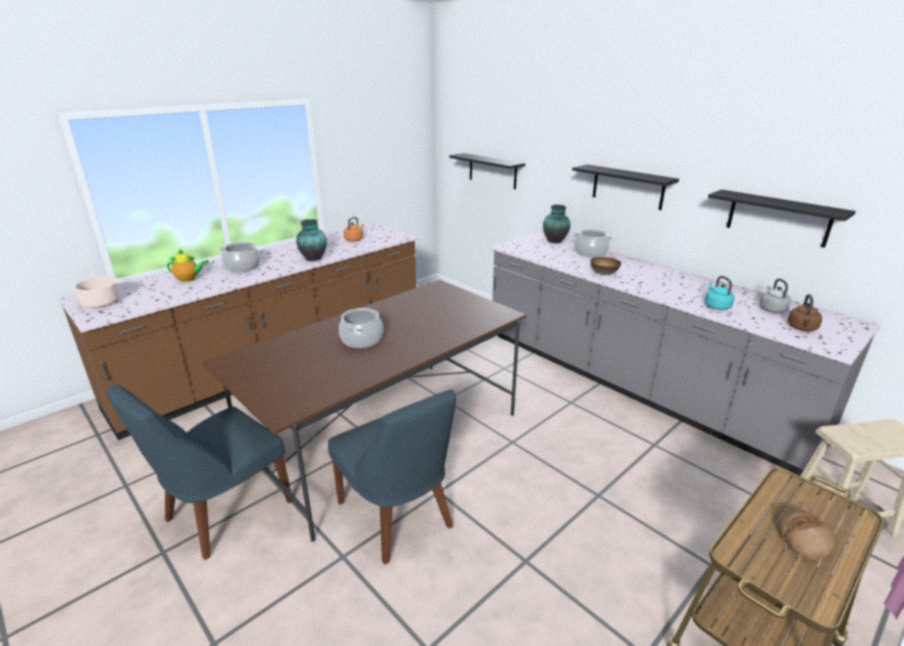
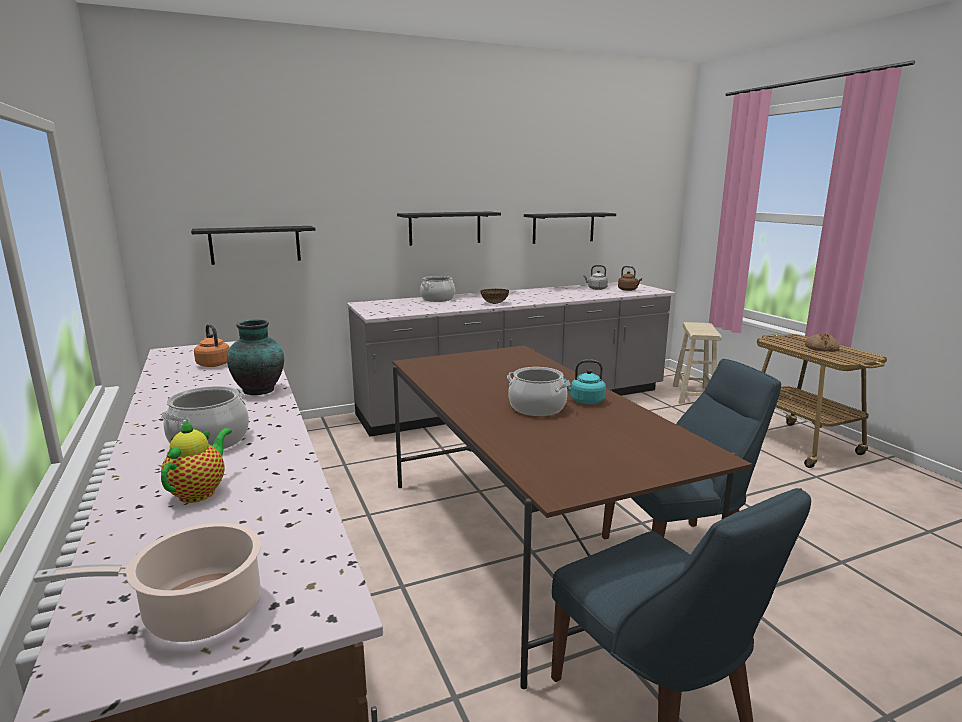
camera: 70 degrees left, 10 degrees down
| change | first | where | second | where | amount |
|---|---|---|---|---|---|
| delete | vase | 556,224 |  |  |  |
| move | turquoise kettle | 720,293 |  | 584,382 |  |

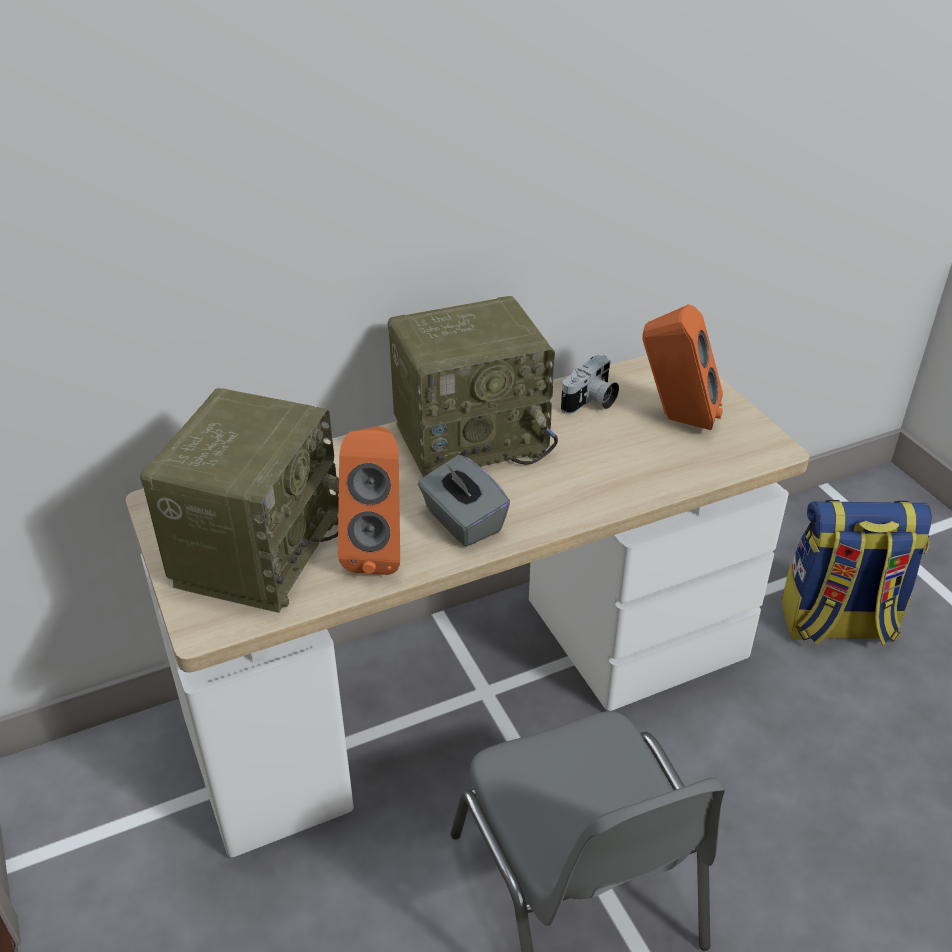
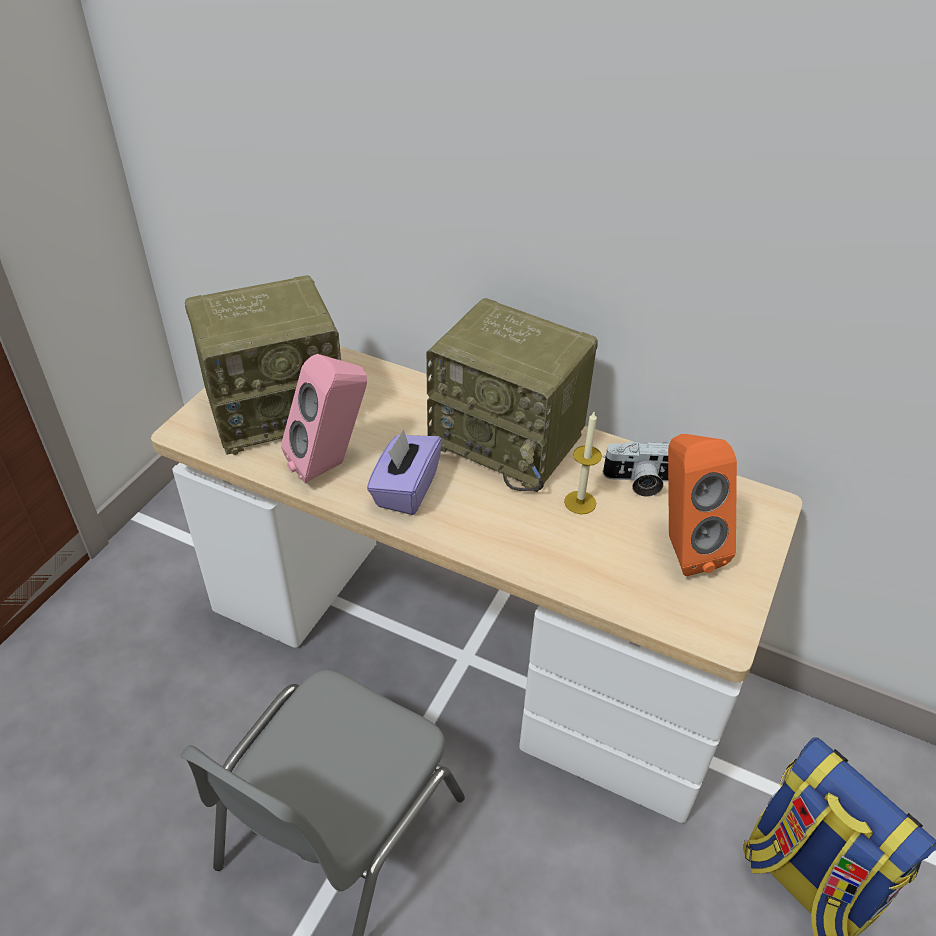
camera: 50 degrees right, 5 degrees up
| change | first | where | second | where | amount |
|---|---|---|---|---|---|
| insert |  |  | candle | 583,463 |  |
| recolor | orange speaker | 369,500 | pink speaker | 324,418 |  |
| recolor | grey tissue box | 464,501 | purple tissue box | 404,472 |  |

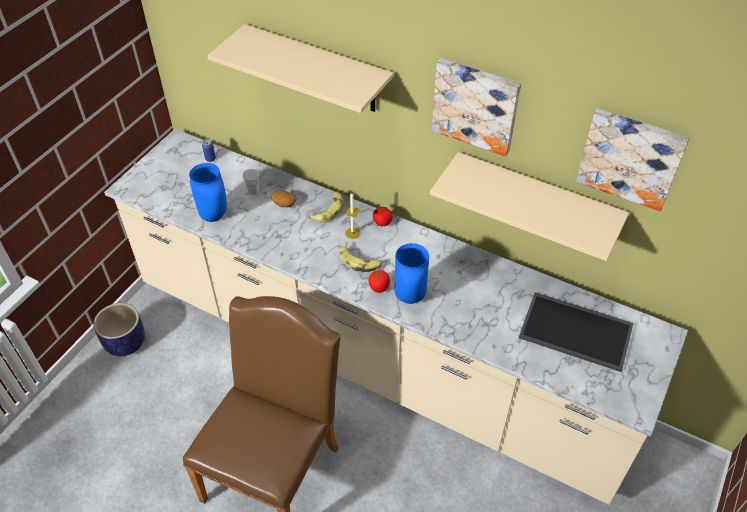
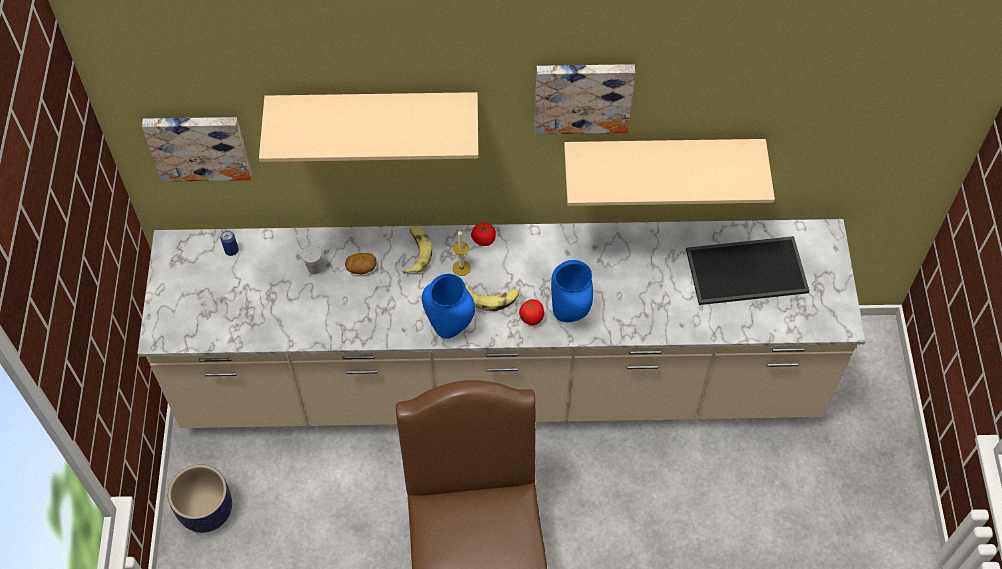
camera: 30 degrees left, 10 degrees up
| change | first | where | second | where | amount |
|---|---|---|---|---|---|
| move | blue vase | 208,192 |  | 448,306 |  |
| move | picture | 633,160 |  | 197,149 |  |

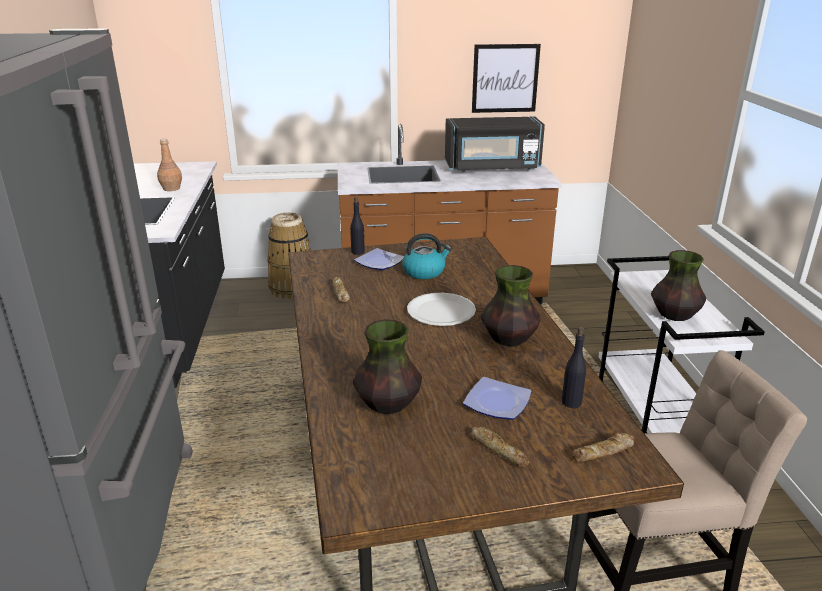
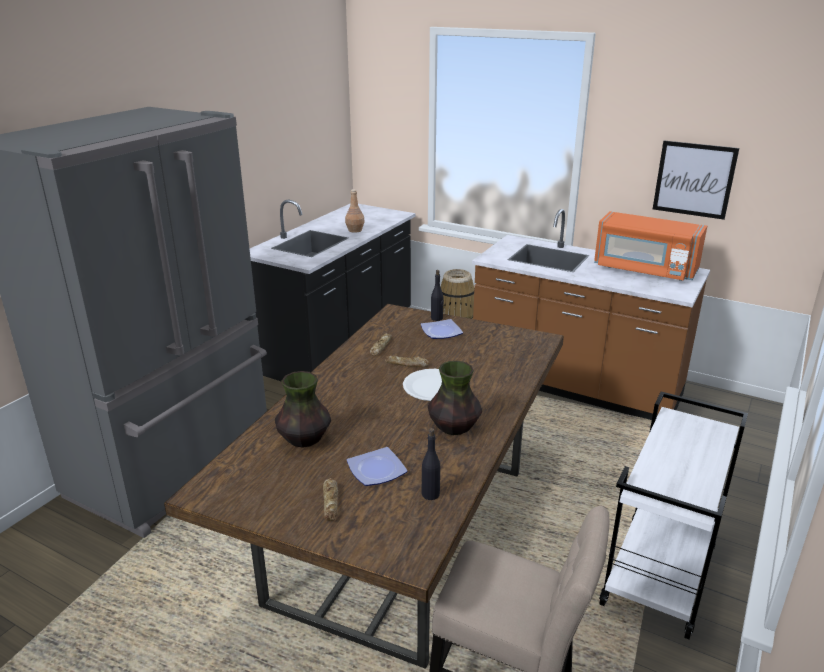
camera: 35 degrees right, 0 degrees up
| change | first | where | second | where | amount |
|---|---|---|---|---|---|
| delete | kettle | 427,256 |  |  |  |
| delete | vase | 678,285 |  |  |  |
| move | bread | 602,447 |  | 407,361 |  |
| recolor | black microwave | 495,144 | orange microwave | 650,246 |  |

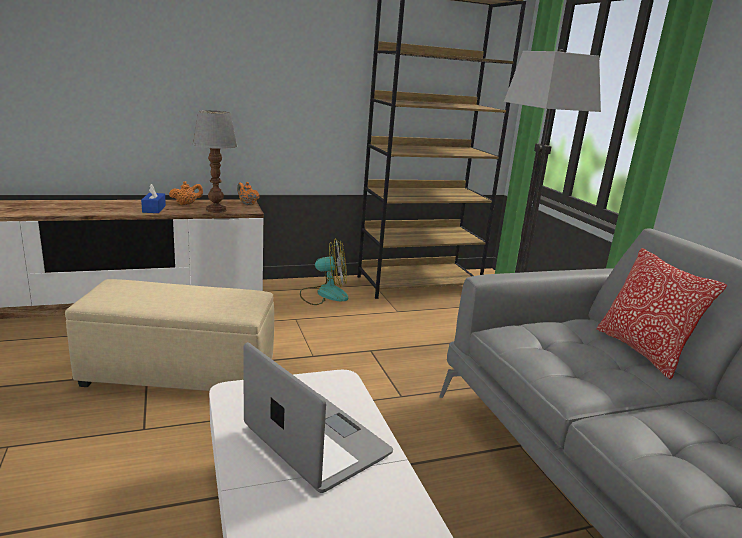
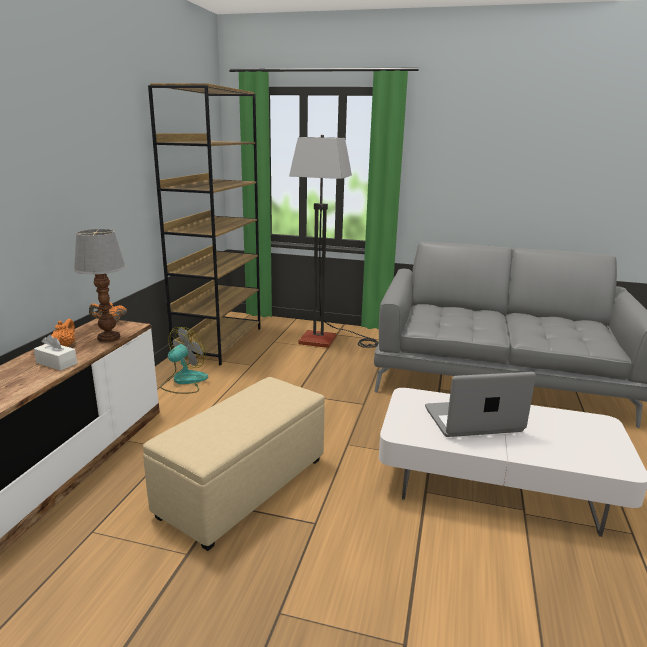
camera: 55 degrees left, 0 degrees up
| change | first | where | second | where | amount |
|---|---|---|---|---|---|
| delete | pillow | 661,313 |  |  |  |
| recolor | blue tissue box | 153,198 | white tissue box | 55,353 |  |

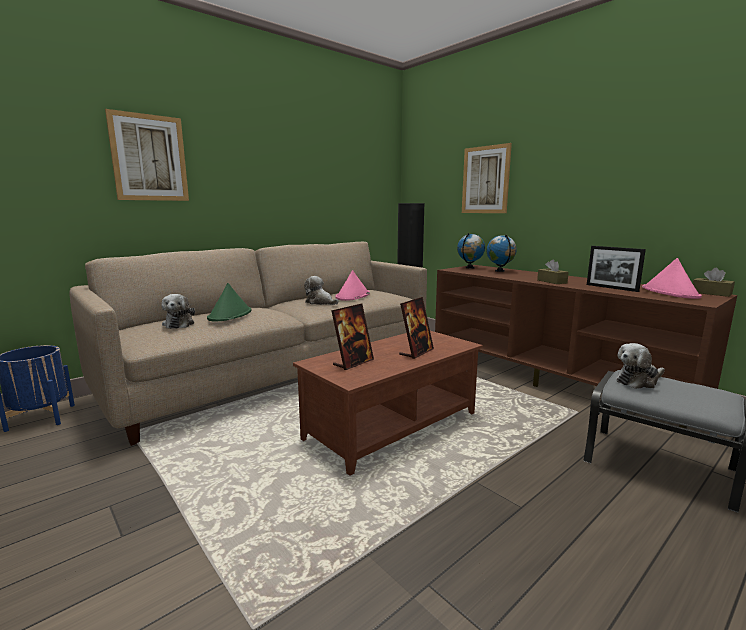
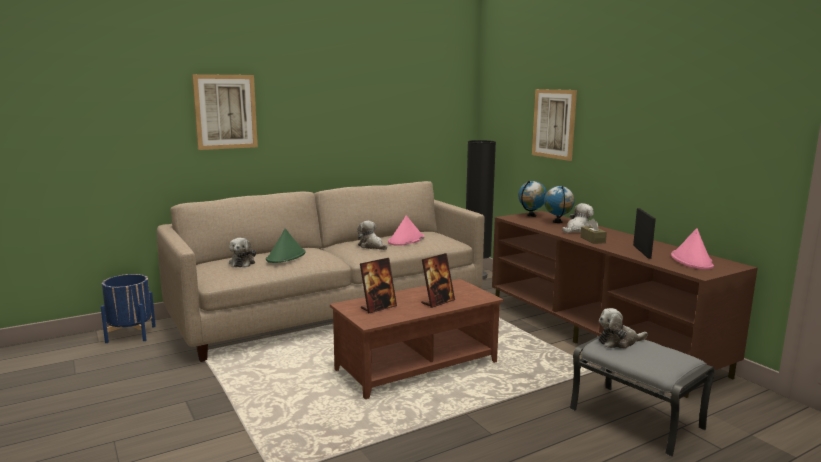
camera: 10 degrees right, 0 degrees up
| change | first | where | second | where | amount |
|---|---|---|---|---|---|
| delete | brown tissue box | 714,282 |  |  |  |
| insert |  |  | plush toy | 578,218 |  |
| rotate | picture frame | 616,269 |  | 644,233 | 150 degrees counterclockwise |

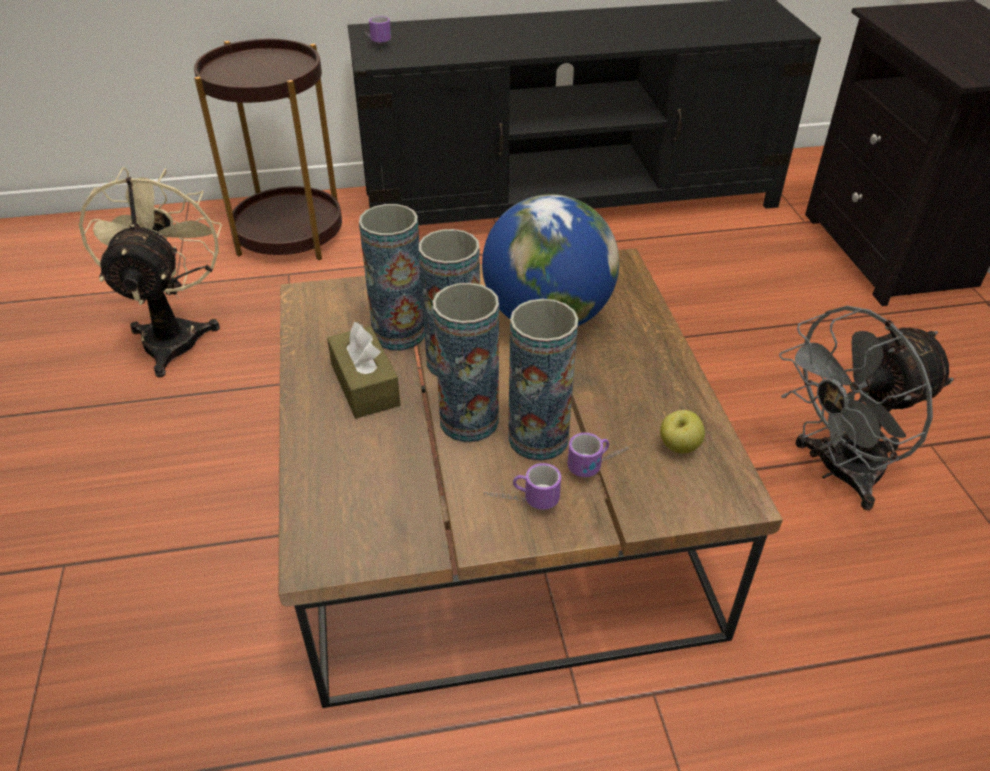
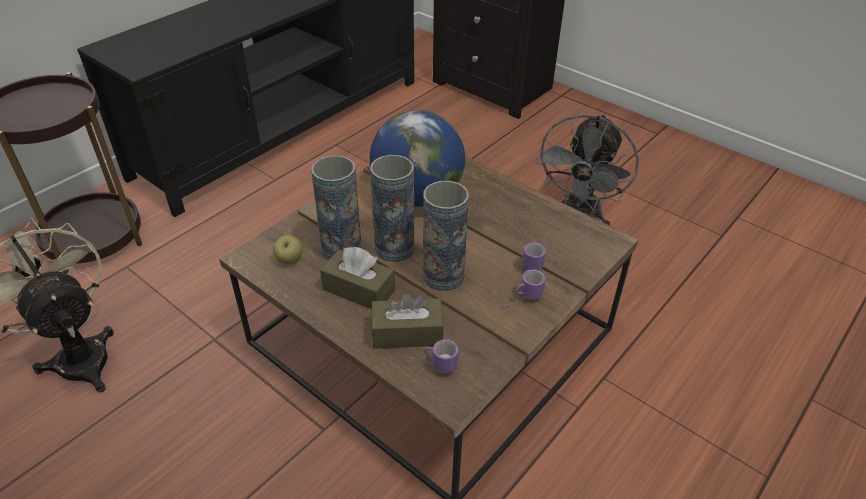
camera: 40 degrees left, 0 degrees up
| change | first | where | second | where | amount |
|---|---|---|---|---|---|
| delete | vase | 543,380 |  |  |  |
| insert |  |  | brown tissue box | 407,321 |  |
| move | mug | 378,30 |  | 431,356 |  |
| move | apple | 682,431 |  | 288,249 |  |

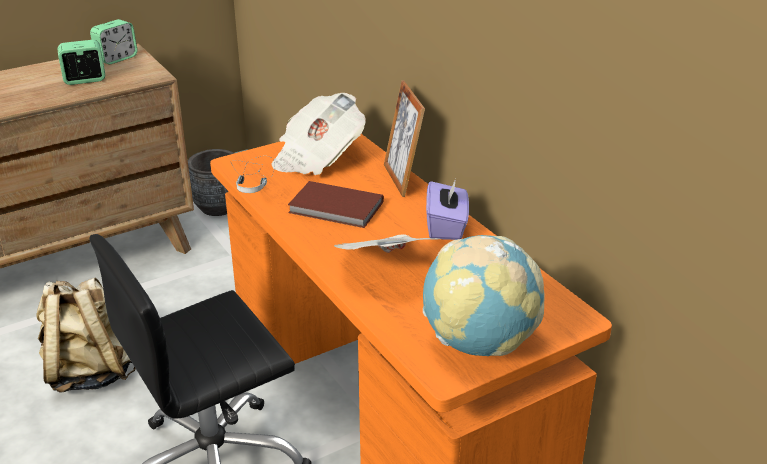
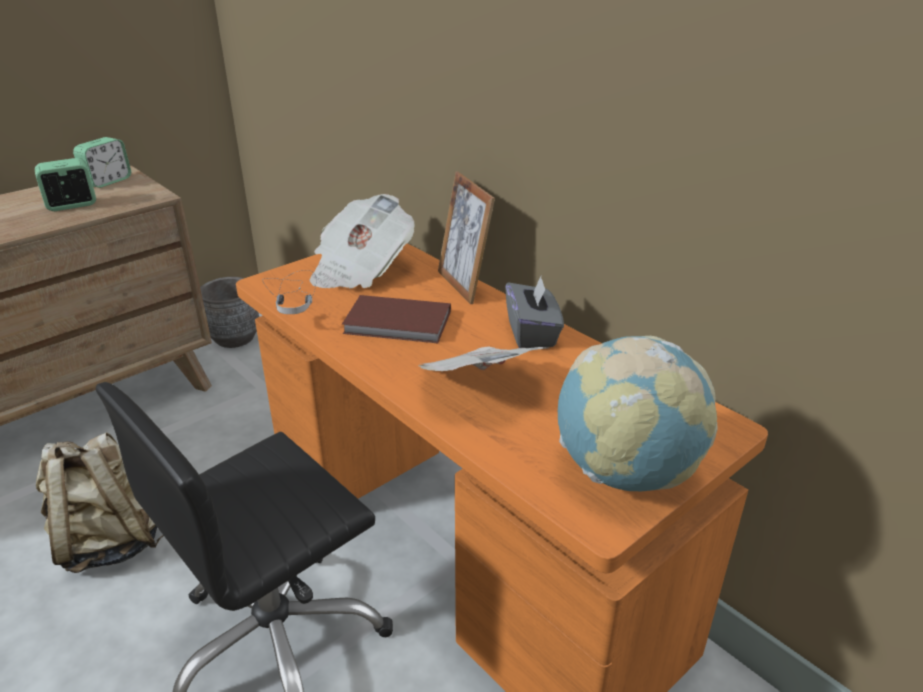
camera: 10 degrees left, 0 degrees up
| change | first | where | second | where | amount |
|---|---|---|---|---|---|
| recolor | purple tissue box | 447,209 | grey tissue box | 534,312 |  |

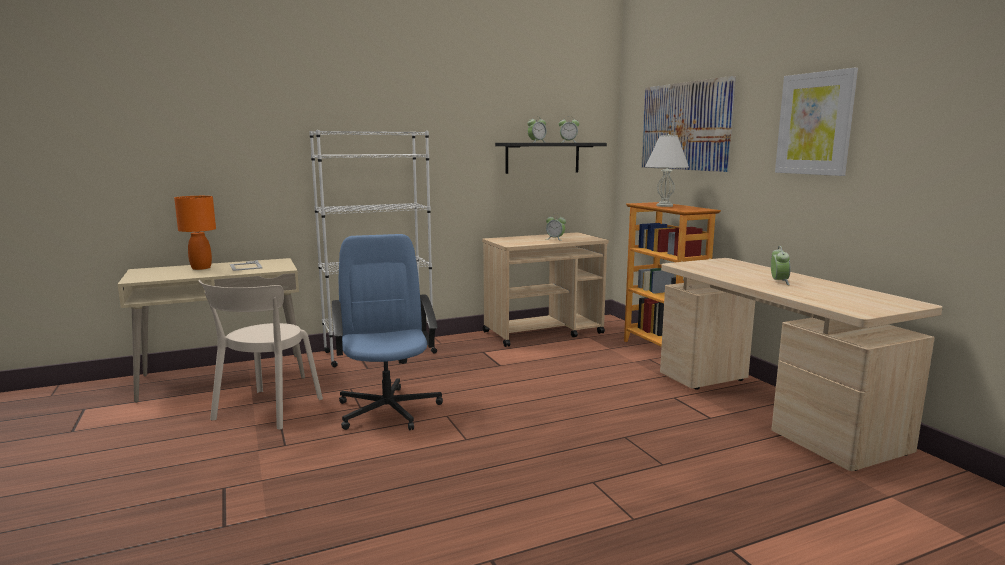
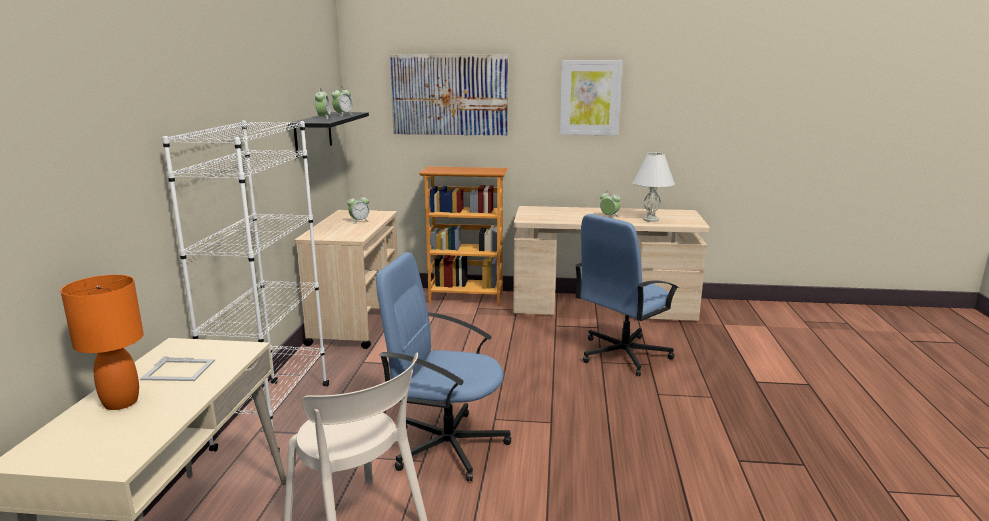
camera: 60 degrees left, 5 degrees up
| change | first | where | second | where | amount |
|---|---|---|---|---|---|
| insert |  |  | blue office chair | 627,295 |  |
| move | white table lamp | 667,170 |  | 654,187 |  |

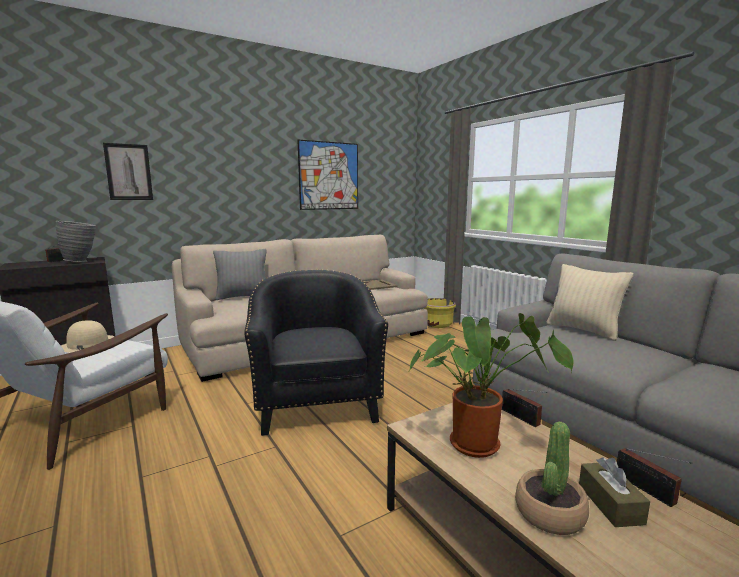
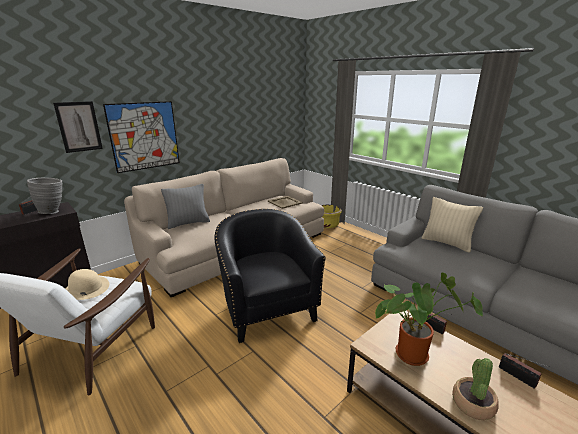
camera: 10 degrees left, 10 degrees up
| change | first | where | second | where | amount |
|---|---|---|---|---|---|
| delete | brown tissue box | 614,492 |  |  |  |
| move | picture | 327,175 |  | 141,137 |  |

